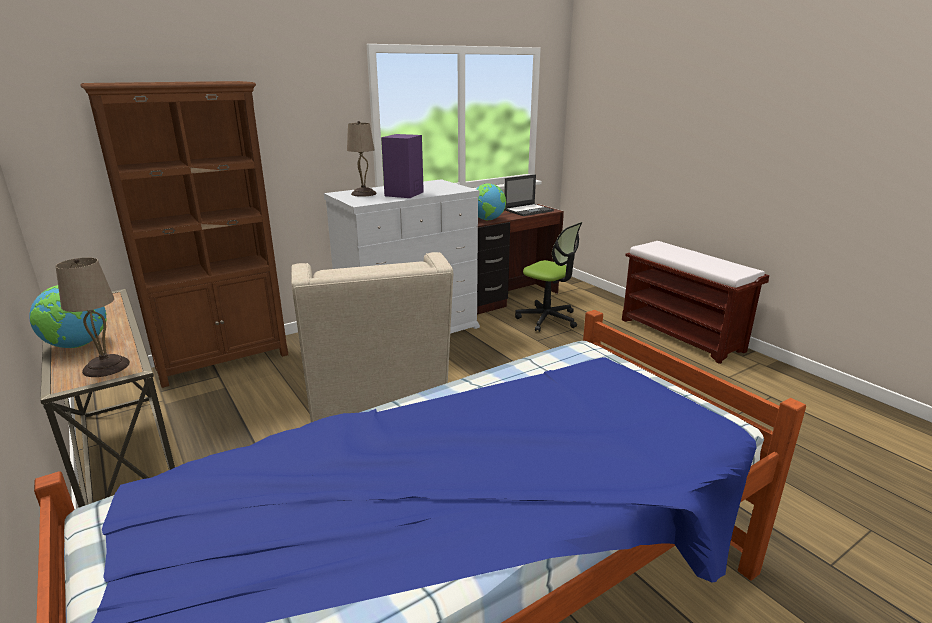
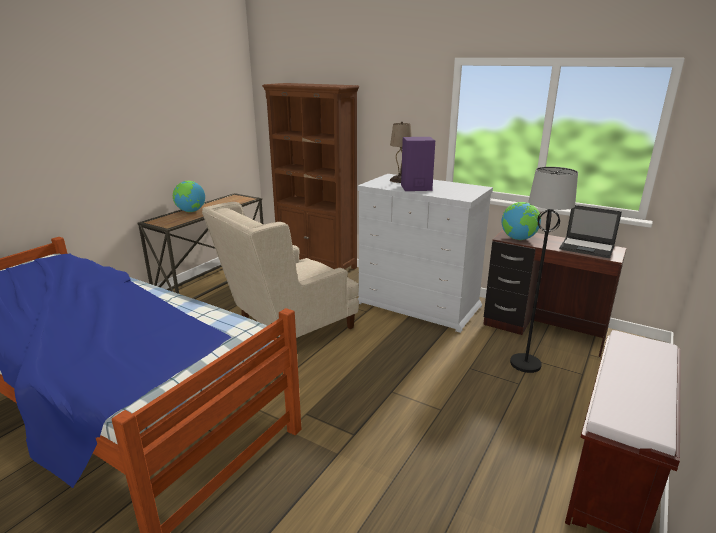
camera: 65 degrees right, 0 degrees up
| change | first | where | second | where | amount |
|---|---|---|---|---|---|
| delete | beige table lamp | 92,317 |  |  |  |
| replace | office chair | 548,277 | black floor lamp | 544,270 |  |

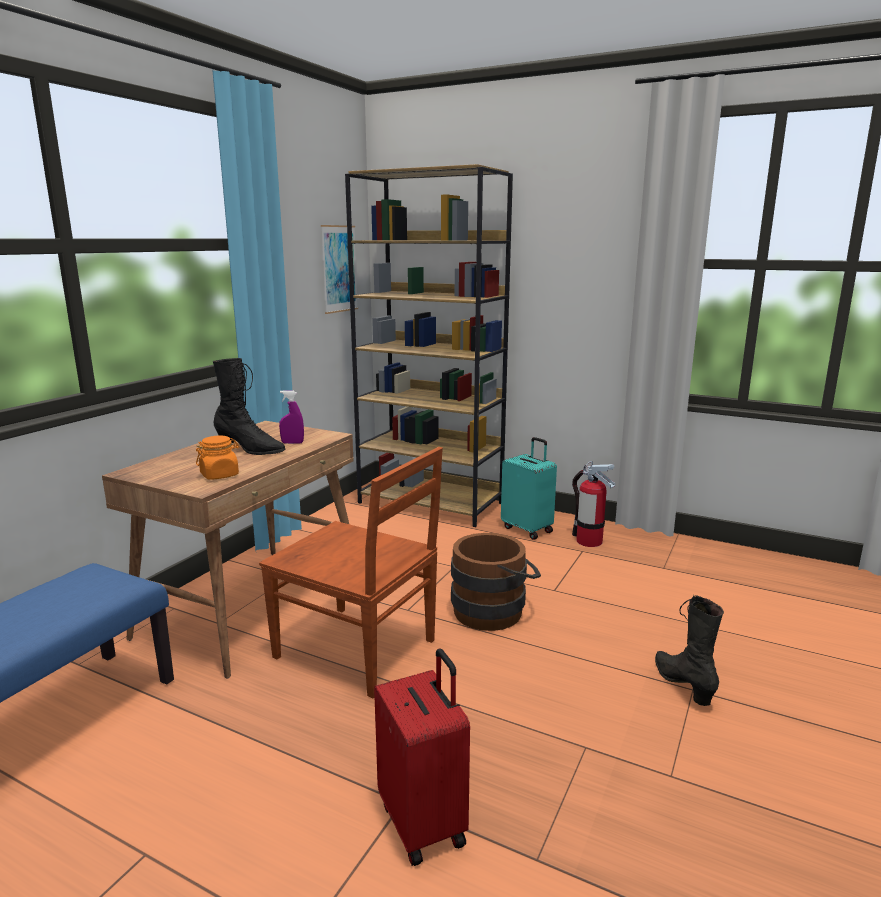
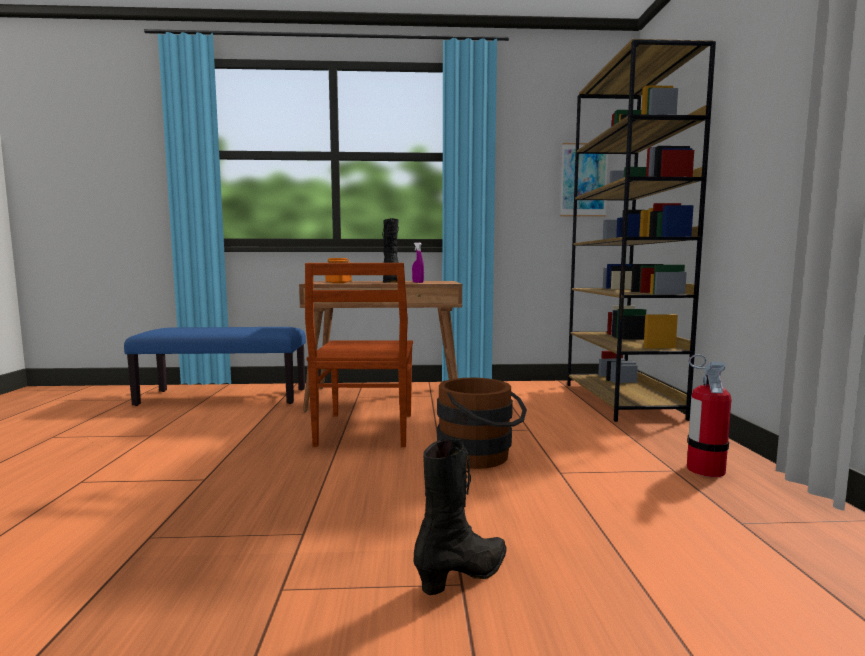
camera: 60 degrees right, 10 degrees down
| change | first | where | second | where | amount |
|---|---|---|---|---|---|
| delete | red suitcase | 422,757 |  |  |  |
| delete | turquoise suitcase | 529,488 |  |  |  |

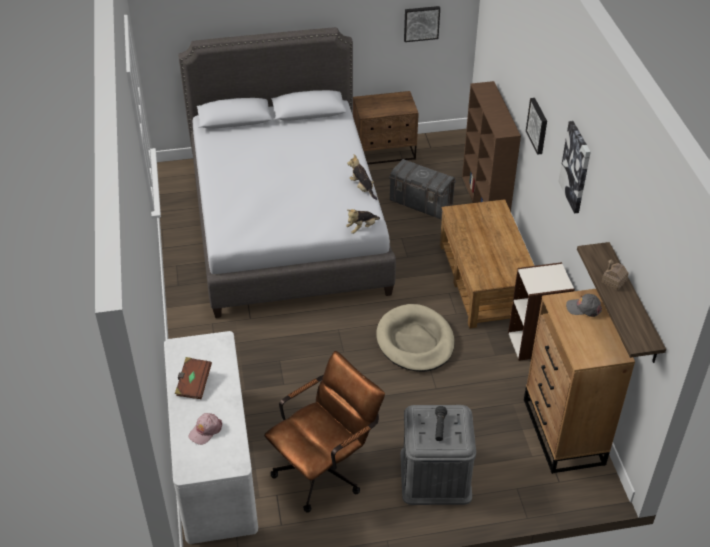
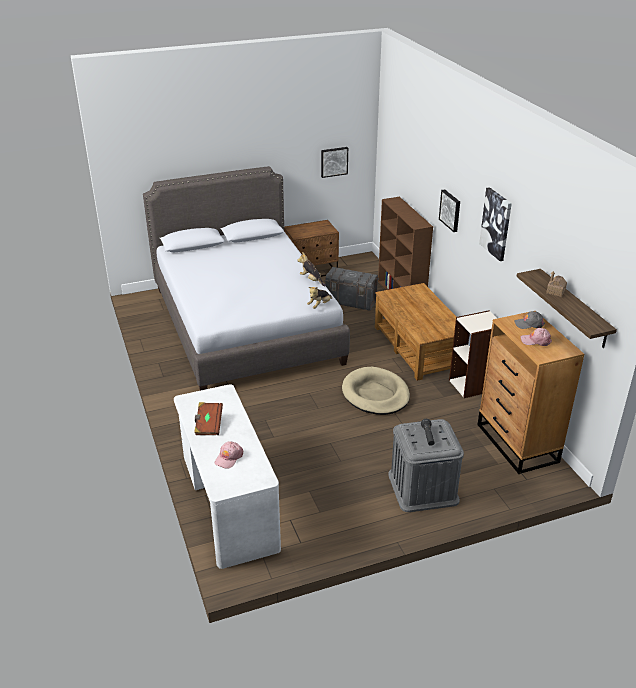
camera: 10 degrees left, 10 degrees down
| change | first | where | second | where | amount |
|---|---|---|---|---|---|
| delete | brown office chair | 324,432 |  |  |  |
| insert |  |  | pink cap | 536,337 |  |

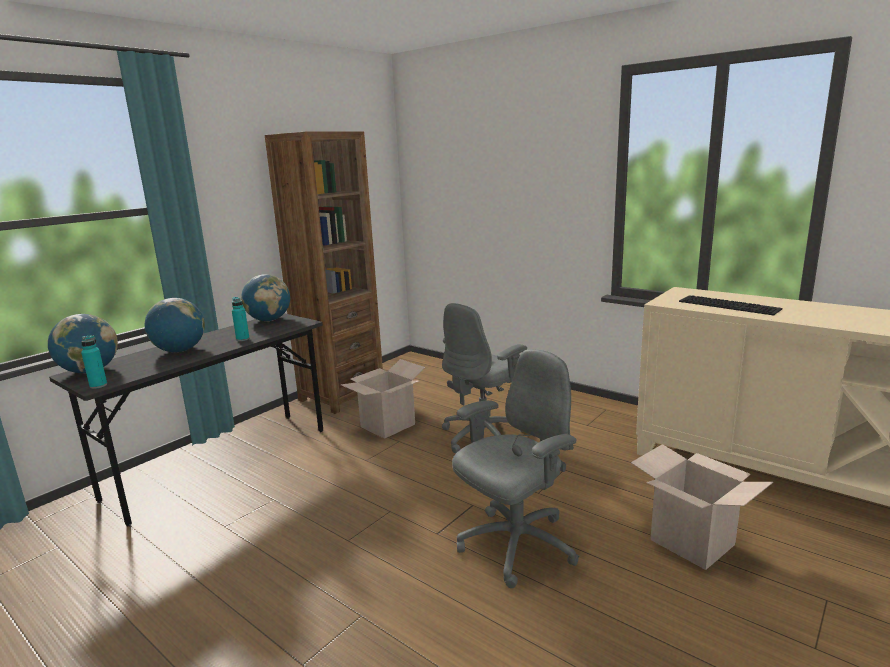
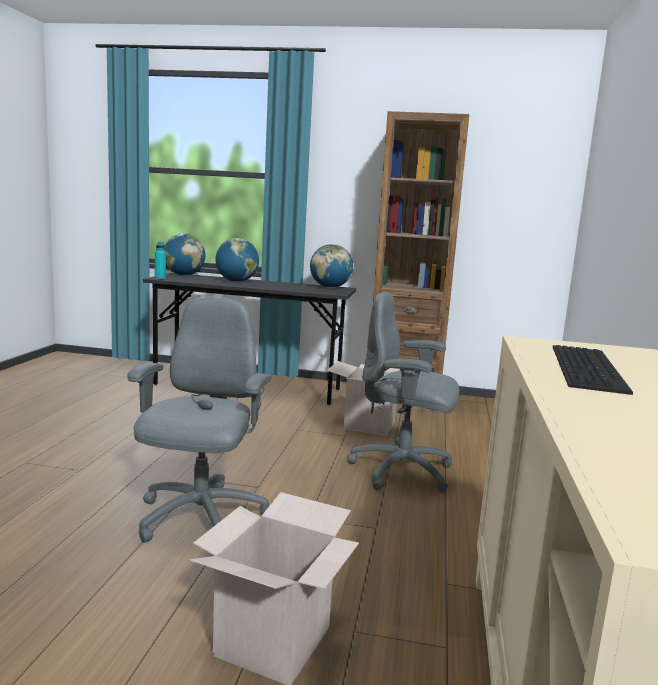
camera: 60 degrees right, 5 degrees down
| change | first | where | second | where | amount |
|---|---|---|---|---|---|
| delete | turquoise bottle | 241,319 |  |  |  |
| rotate | grey office chair | 515,468 |  | 199,420 | 105 degrees counterclockwise |

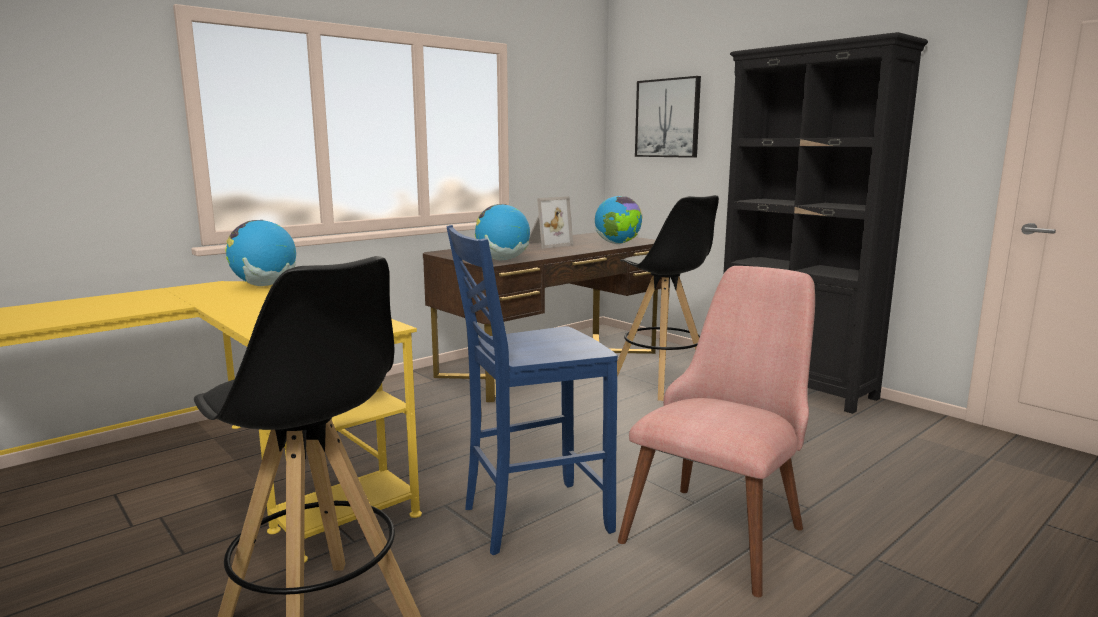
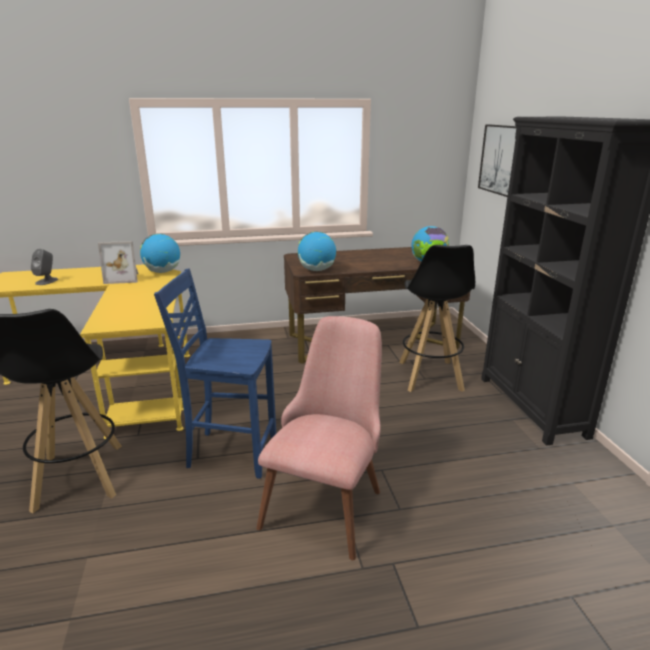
camera: 30 degrees right, 10 degrees up
| change | first | where | second | where | amount |
|---|---|---|---|---|---|
| insert |  |  | grey speaker | 44,267 |  |
| move | picture frame | 551,222 |  | 118,262 |  |
| rotate | pink chair | 716,431 |  | 319,438 | 45 degrees counterclockwise |

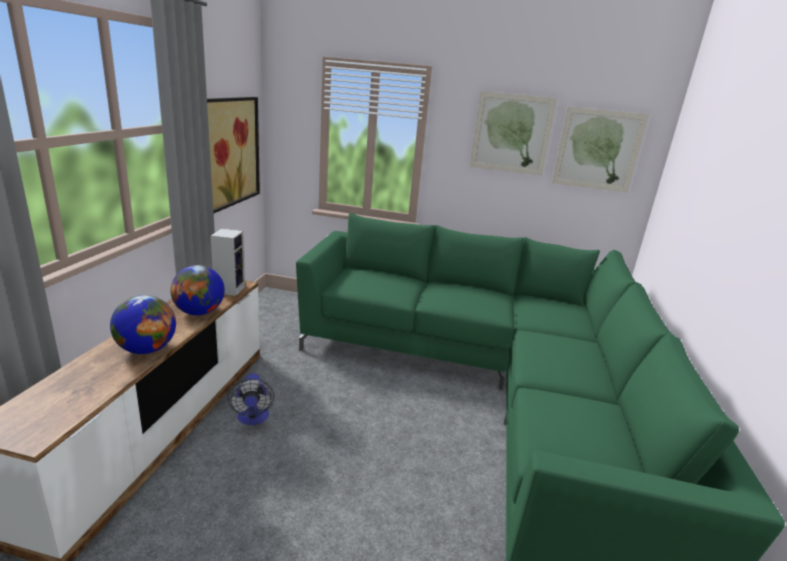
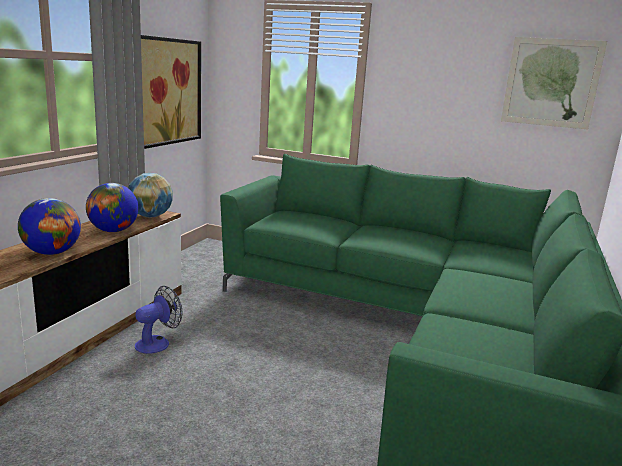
camera: 10 degrees right, 5 degrees down
| change | first | where | second | where | amount |
|---|---|---|---|---|---|
| delete | picture | 514,133 |  |  |  |
| replace | speaker | 228,262 | globe | 150,195 |  |
| rotate | fan | 251,399 |  | 159,320 | 135 degrees counterclockwise |

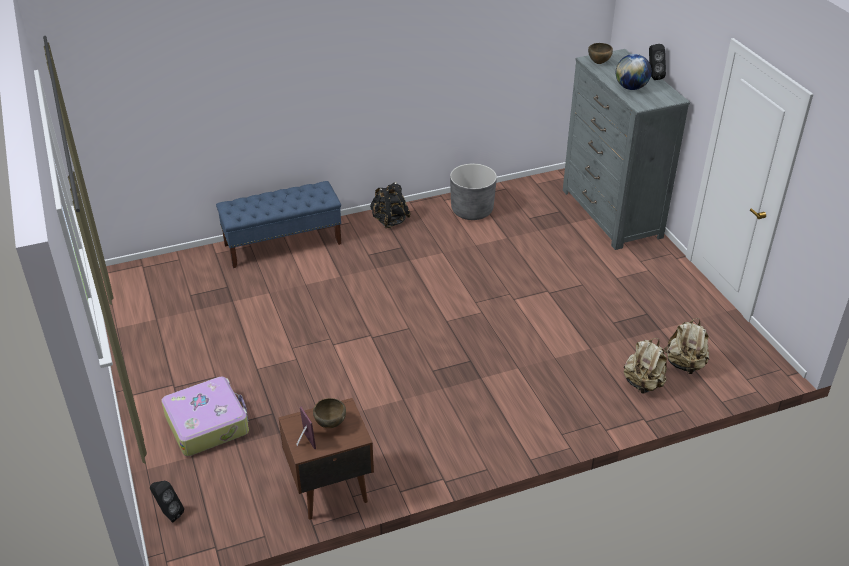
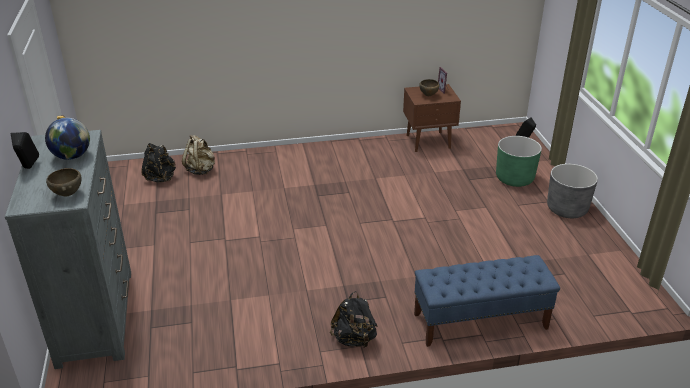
camera: 170 degrees left, 5 degrees down
| change | first | where | second | where | amount |
|---|---|---|---|---|---|
| move | grey planter | 473,192 |  | 572,191 |  |
| replace | suitcase | 205,416 | green planter | 519,161 |  |
| recolor | beige backpack | 686,346 | black backpack | 159,163 |  |

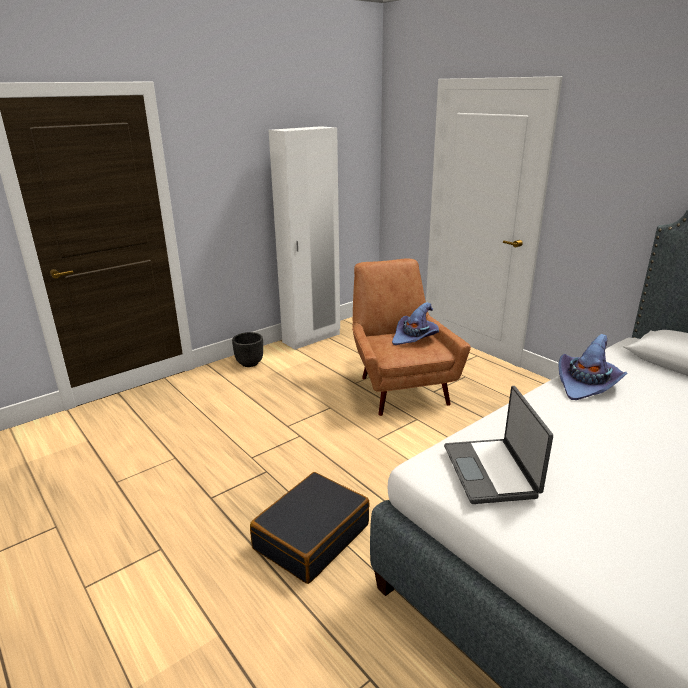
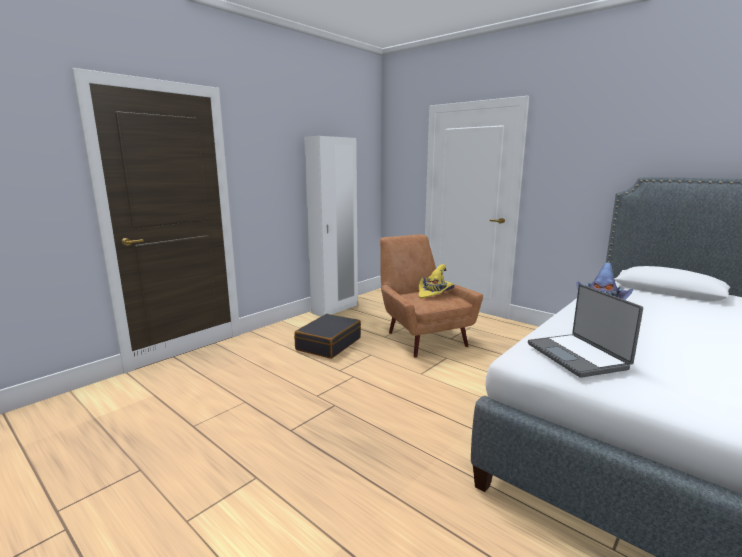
camera: 10 degrees left, 10 degrees down
| change | first | where | second | where | amount |
|---|---|---|---|---|---|
| delete | black planter | 247,349 |  |  |  |
| move | black suitcase | 310,528 |  | 327,336 |  |
| recolor | purple hat | 415,323 | yellow hat | 437,281 |  |

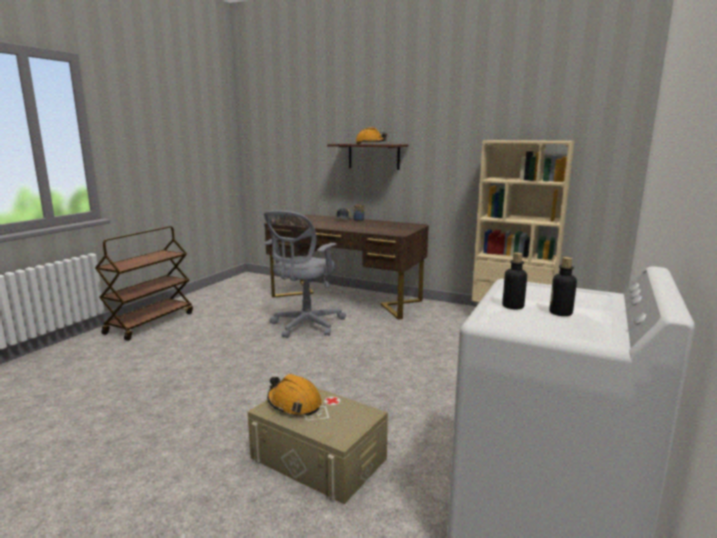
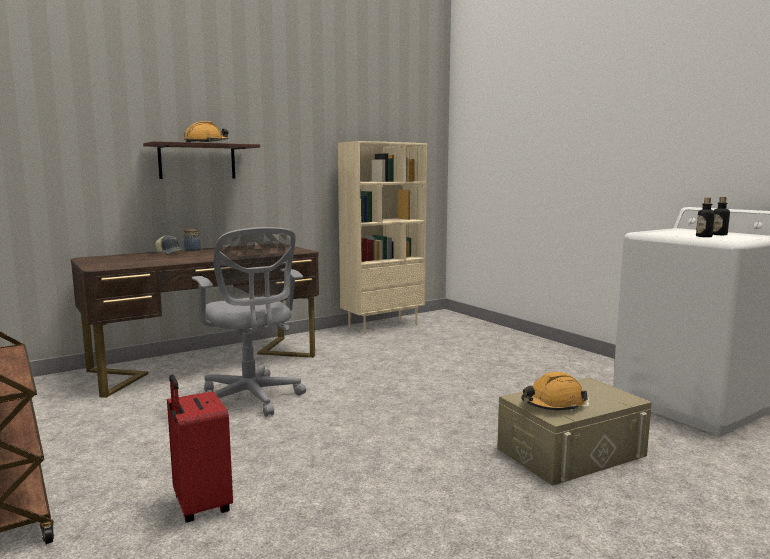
camera: 60 degrees left, 5 degrees down
| change | first | where | second | where | amount |
|---|---|---|---|---|---|
| insert |  |  | red suitcase | 200,448 |  |

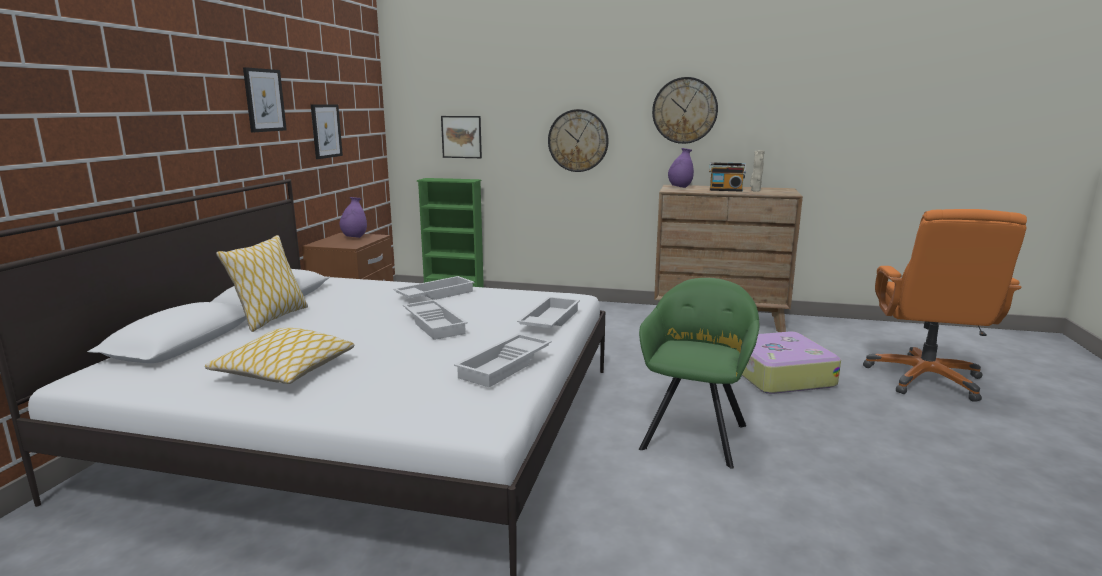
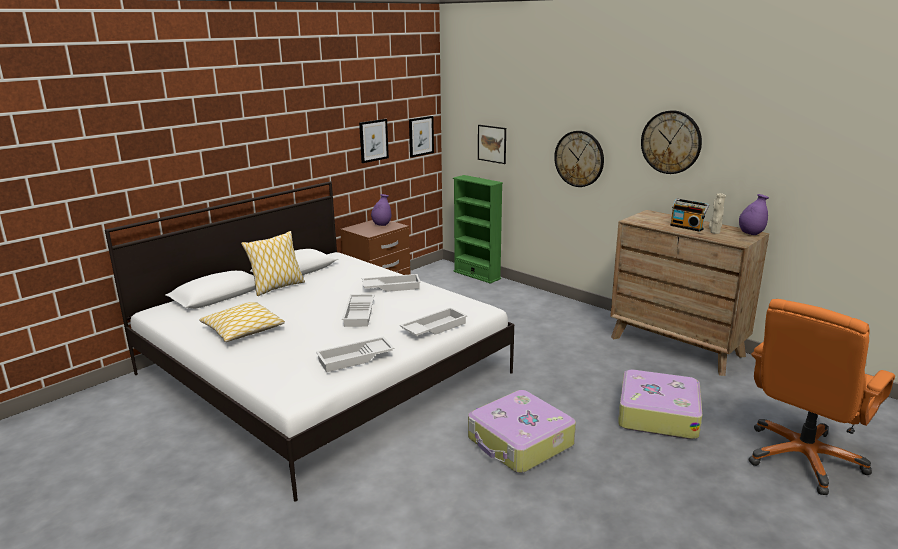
camera: 30 degrees right, 5 degrees up
| change | first | where | second | where | amount |
|---|---|---|---|---|---|
| move | picture | 265,99 |  | 421,136 |  |
| move | purple vase | 681,168 |  | 754,214 |  |
| replace | green armchair | 699,373 | suitcase | 522,431 |  |

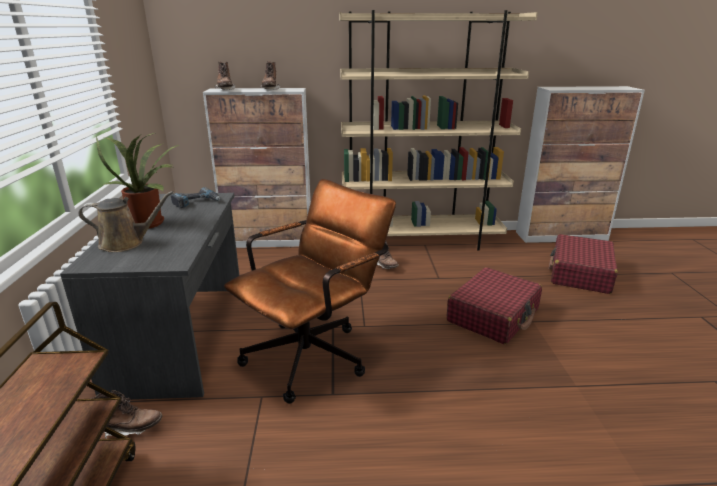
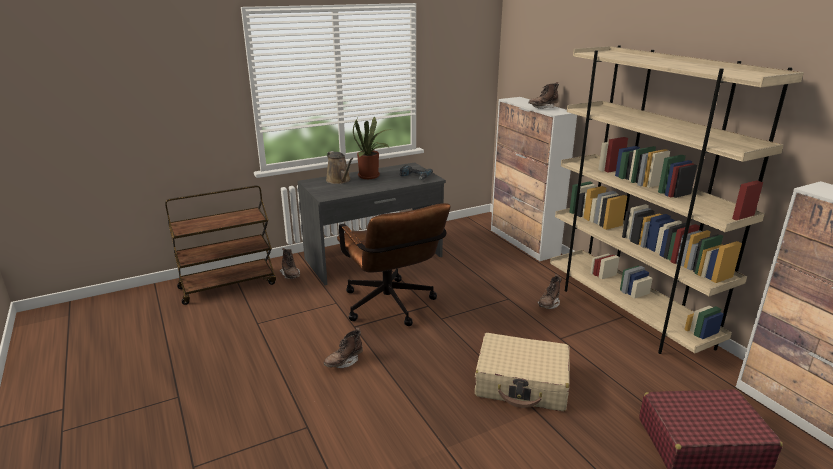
camera: 65 degrees right, 0 degrees up
| change | first | where | second | where | amount |
|---|---|---|---|---|---|
| move | brown boot | 224,75 |  | 343,348 |  |
| recolor | red suitcase | 494,305 | beige suitcase | 522,372 |  |
| rotate | brown office chair | 310,291 |  | 394,264 | 45 degrees clockwise |

